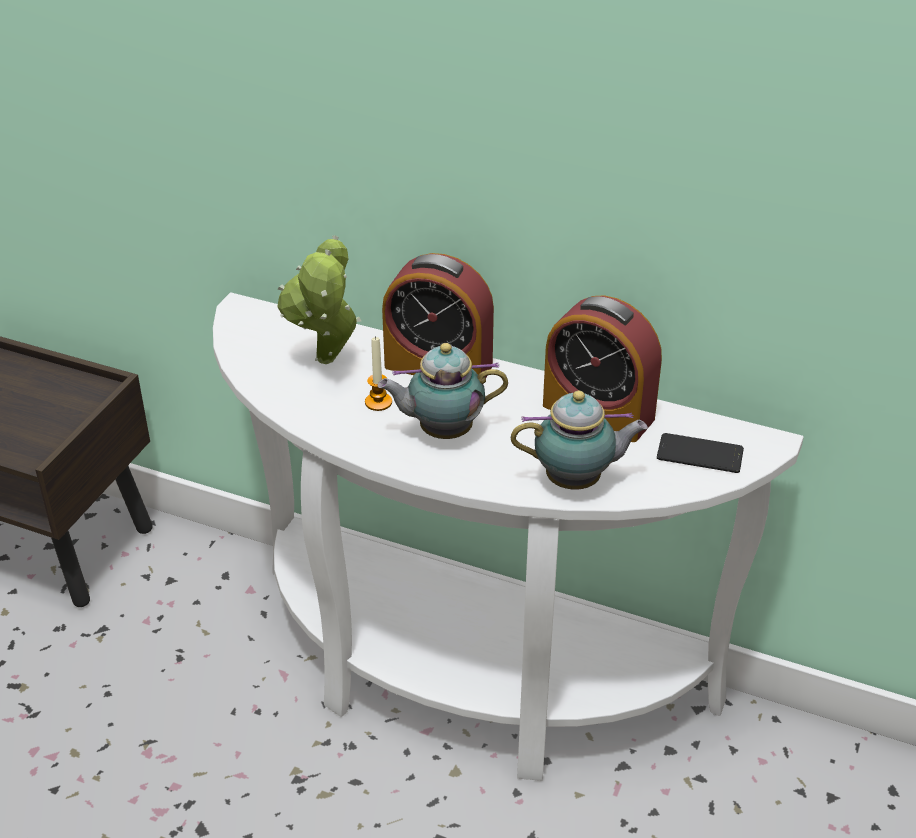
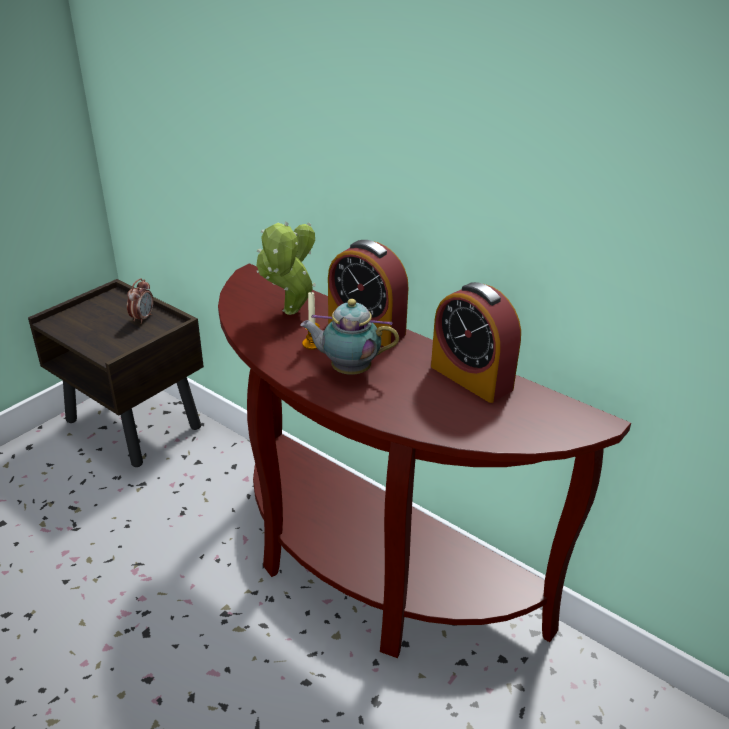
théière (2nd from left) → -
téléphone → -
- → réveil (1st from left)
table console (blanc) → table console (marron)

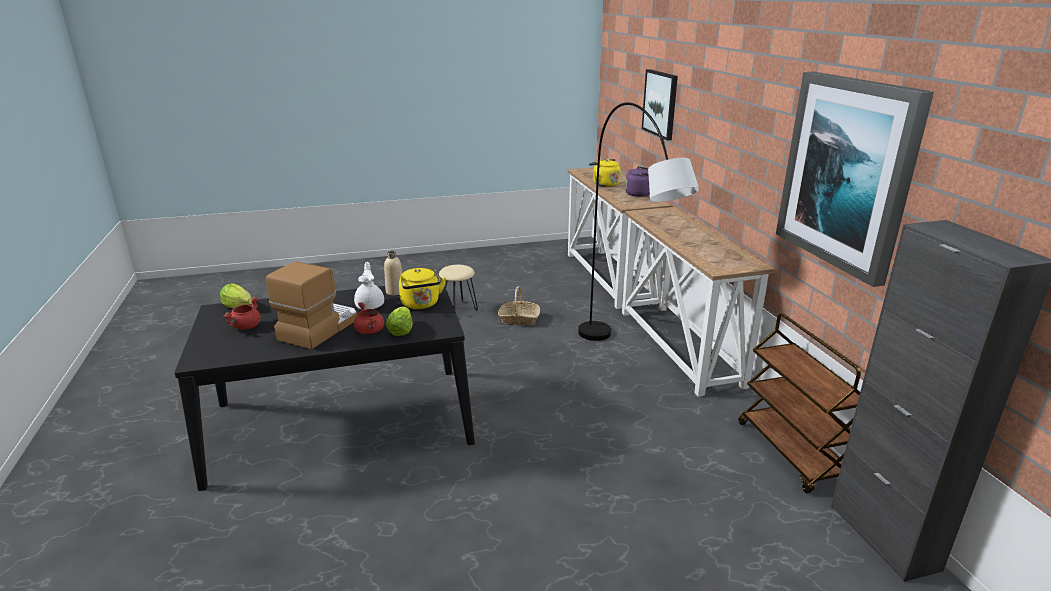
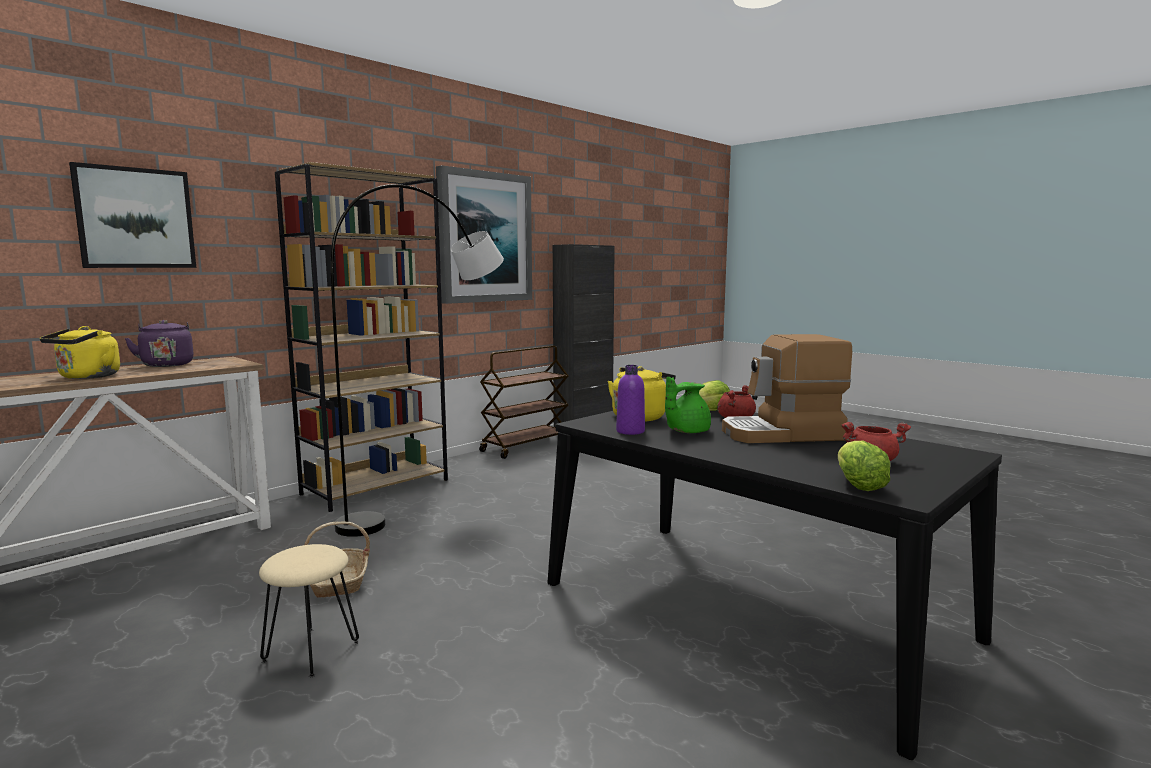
table console (2nd from left) → bibliothèque (marron)
théière (blanc) → théière (vert)
bouteille (beige) → bouteille (violet)

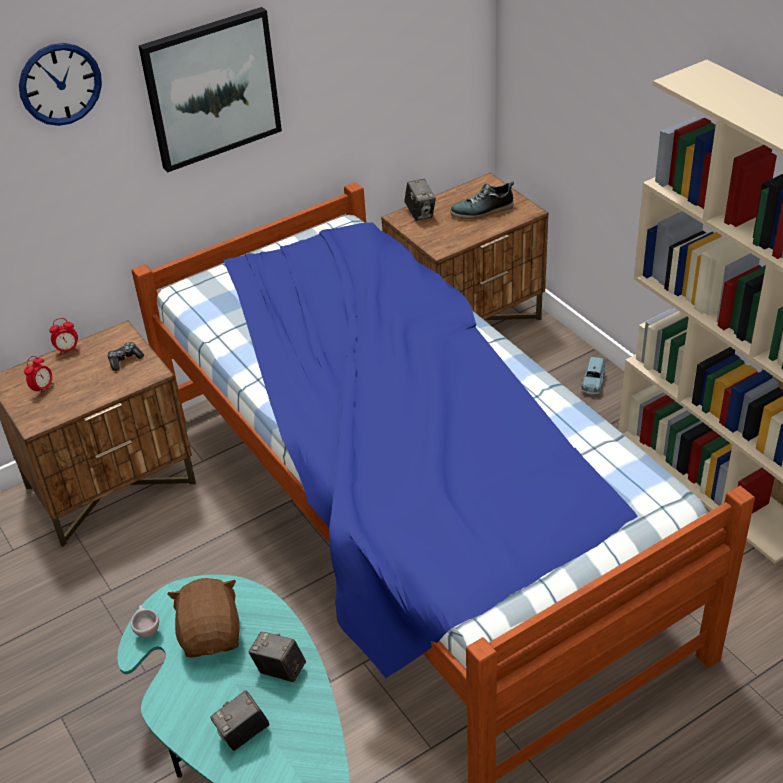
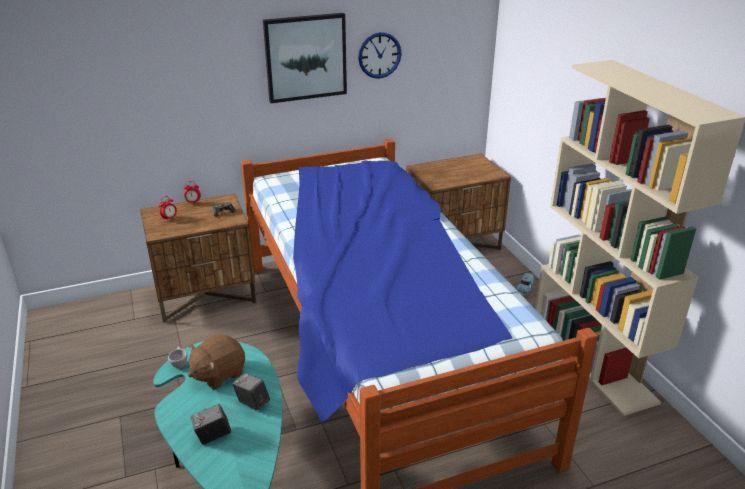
appareil photo (3rd from left) → -
chaussure → -
horloge murale, moved
peluche (marron), 135 degrees counterclockwise

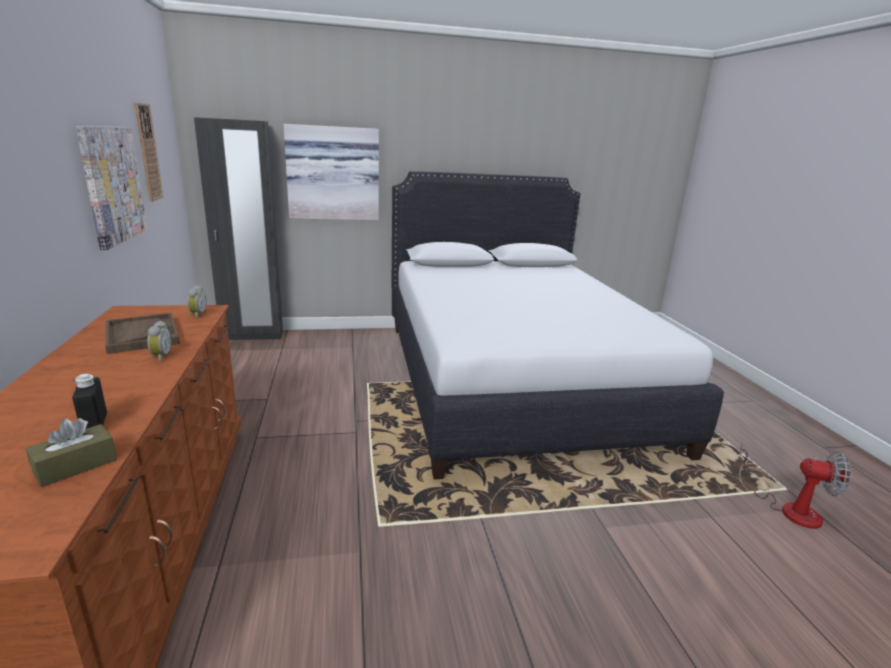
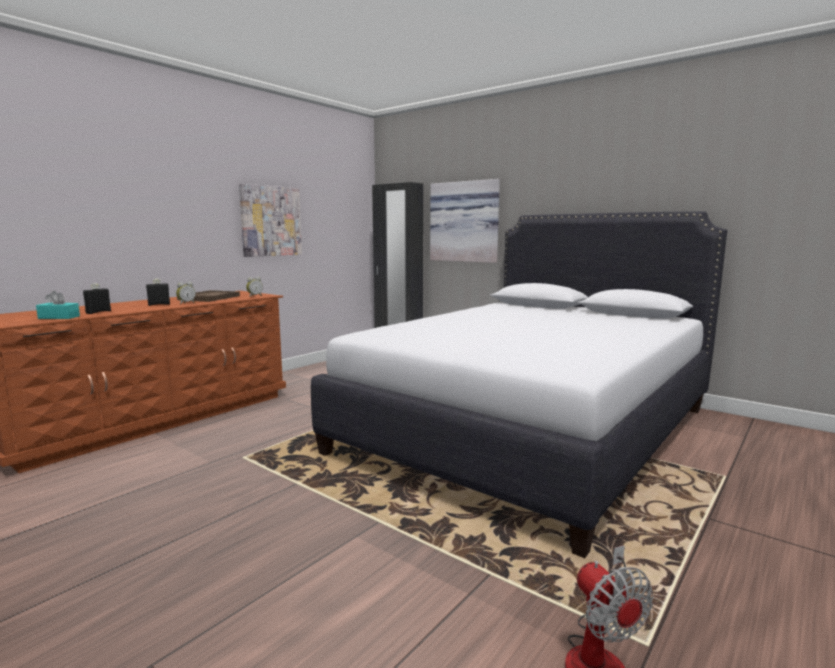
horloge murale → -
- → bouteille (noir) (2nd from left)
boîte à mouchoirs (marron) → boîte à mouchoirs (turquoise)

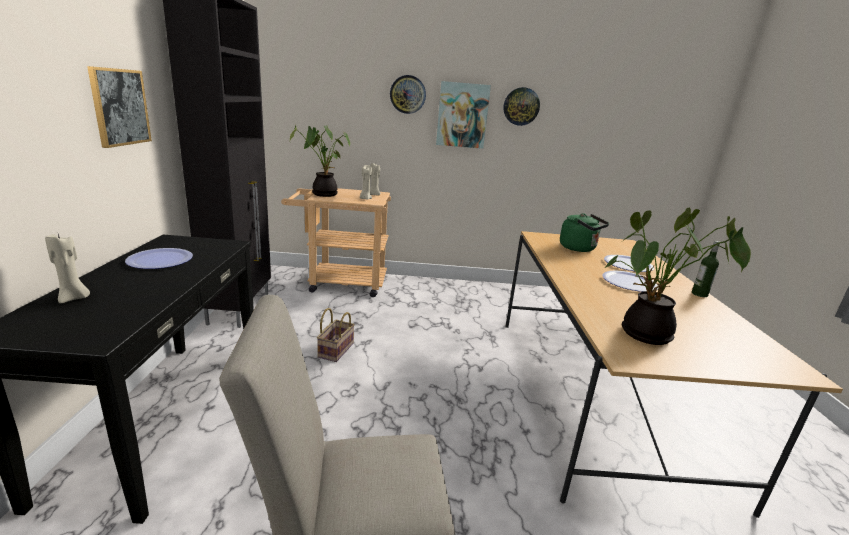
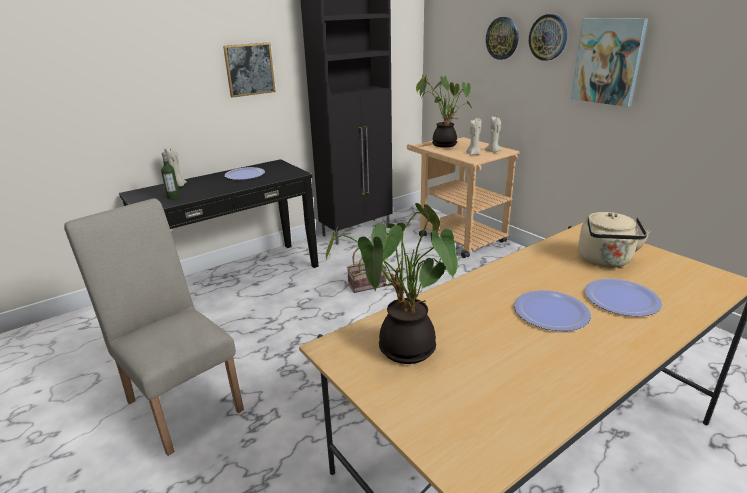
horloge murale (2nd from left in the first image) → horloge murale (1st from left), moved
bouteille, moved
bouilloire (vert) → bouilloire (beige)

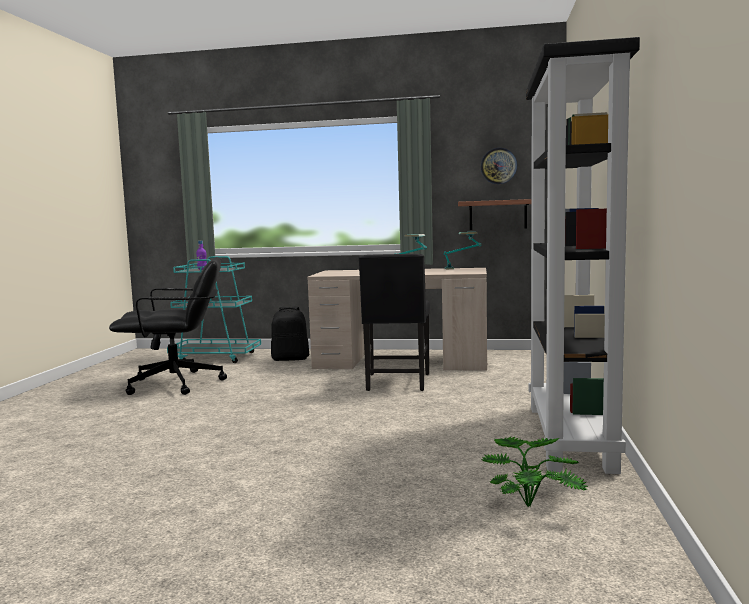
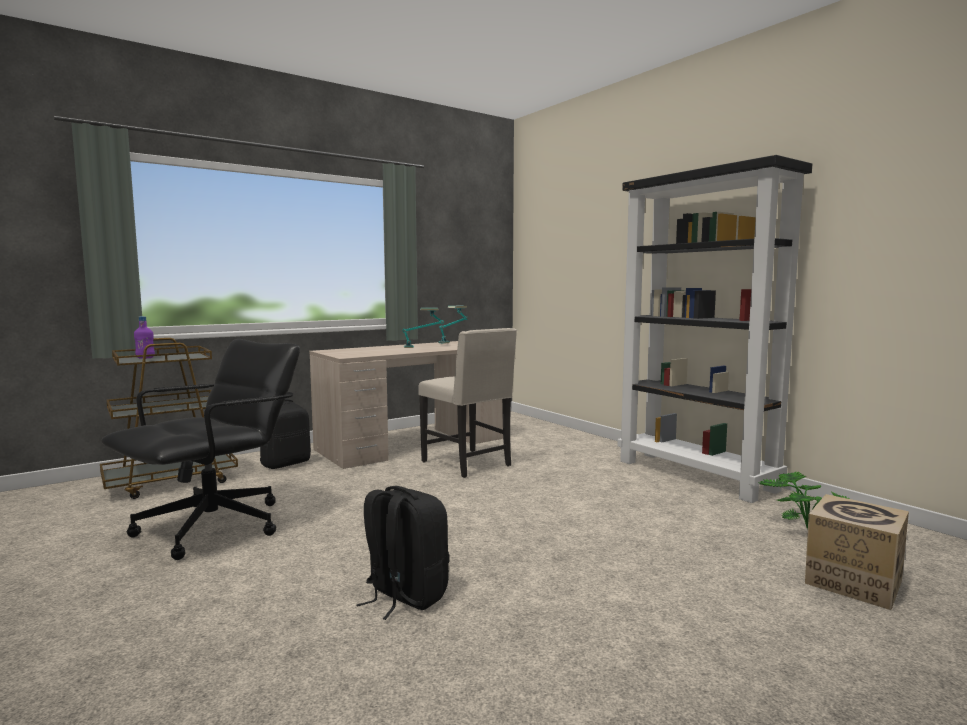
étagère → -
horloge murale → -
- → sac à dos (noir) (2nd from left)
- → carton
chariot (turquoise) → chariot (marron)
chaise (noir) → chaise (beige)

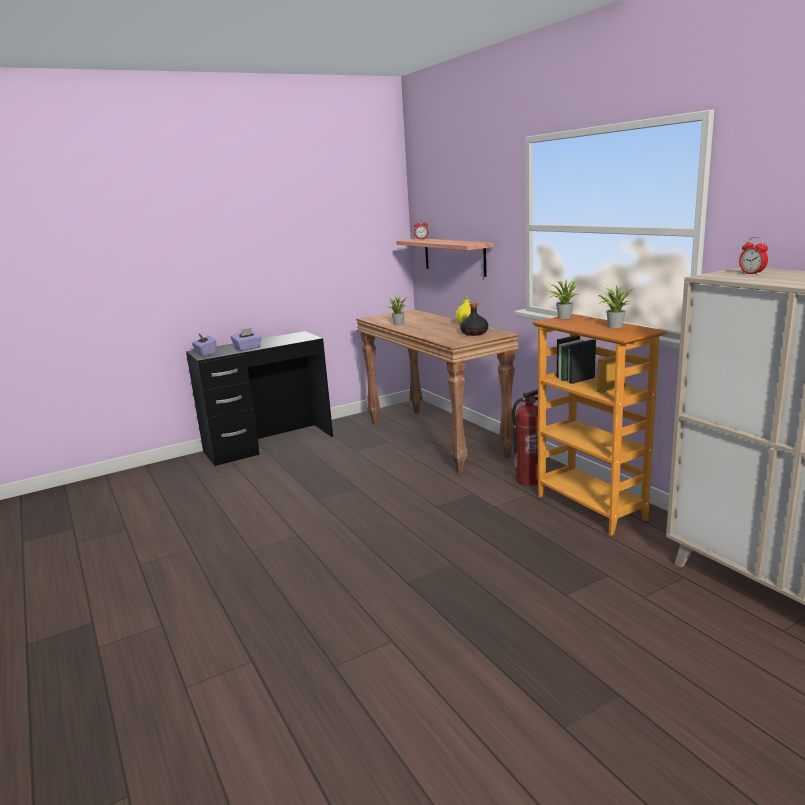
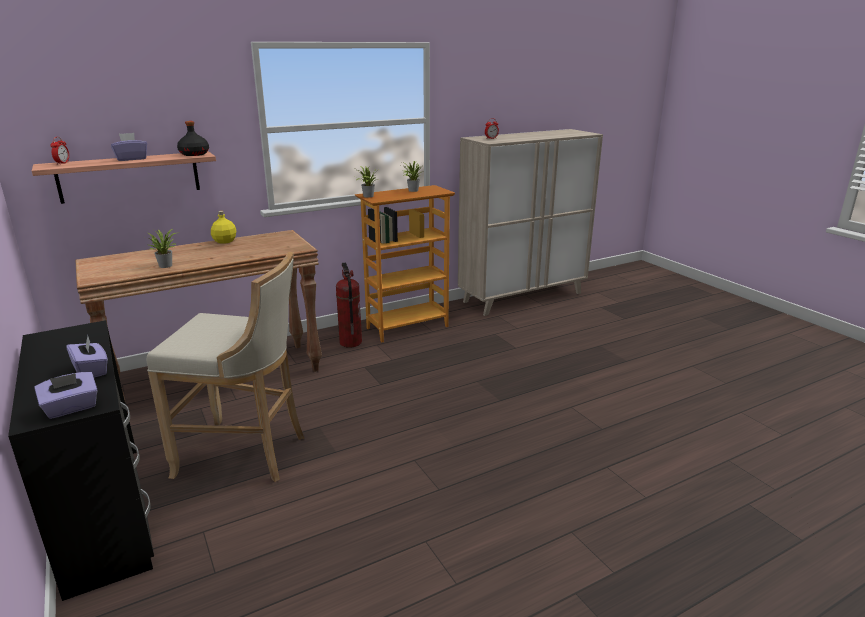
- → boîte à mouchoirs (violet) (3rd from left)
- → tabouret (beige)
bouteille (noir), moved

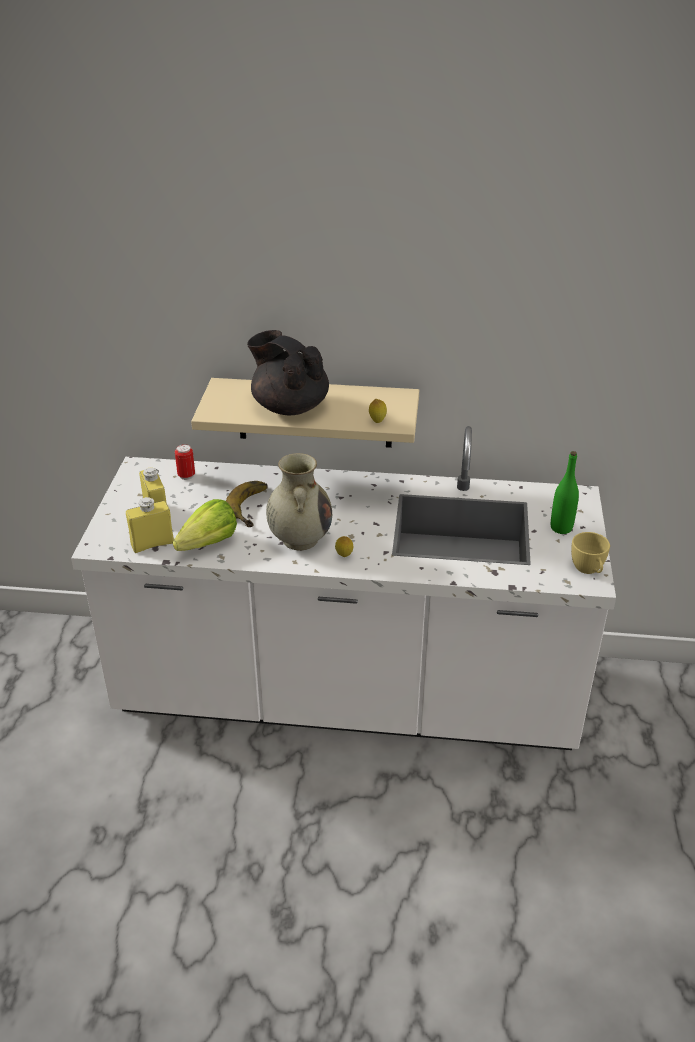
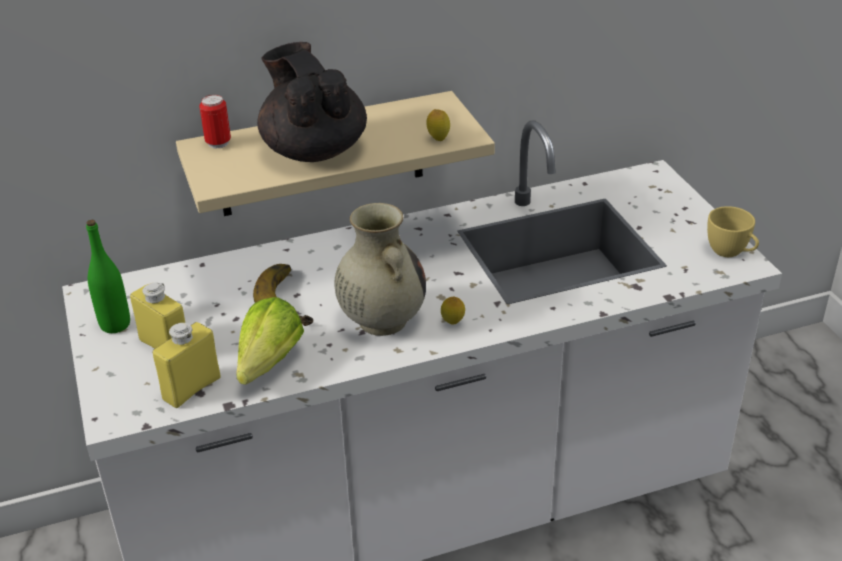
boîte métallique, moved
bouteille (vert), moved
théière (noir), 45 degrees clockwise

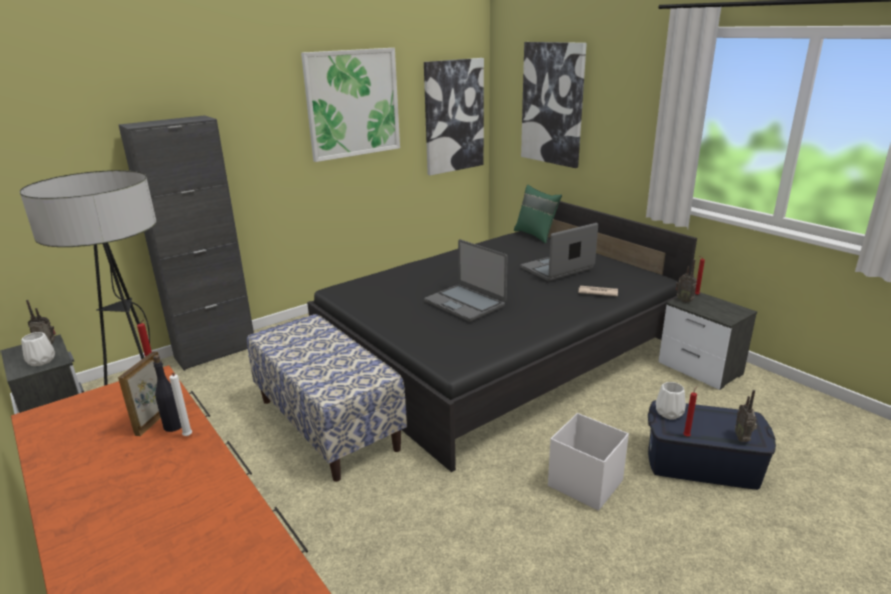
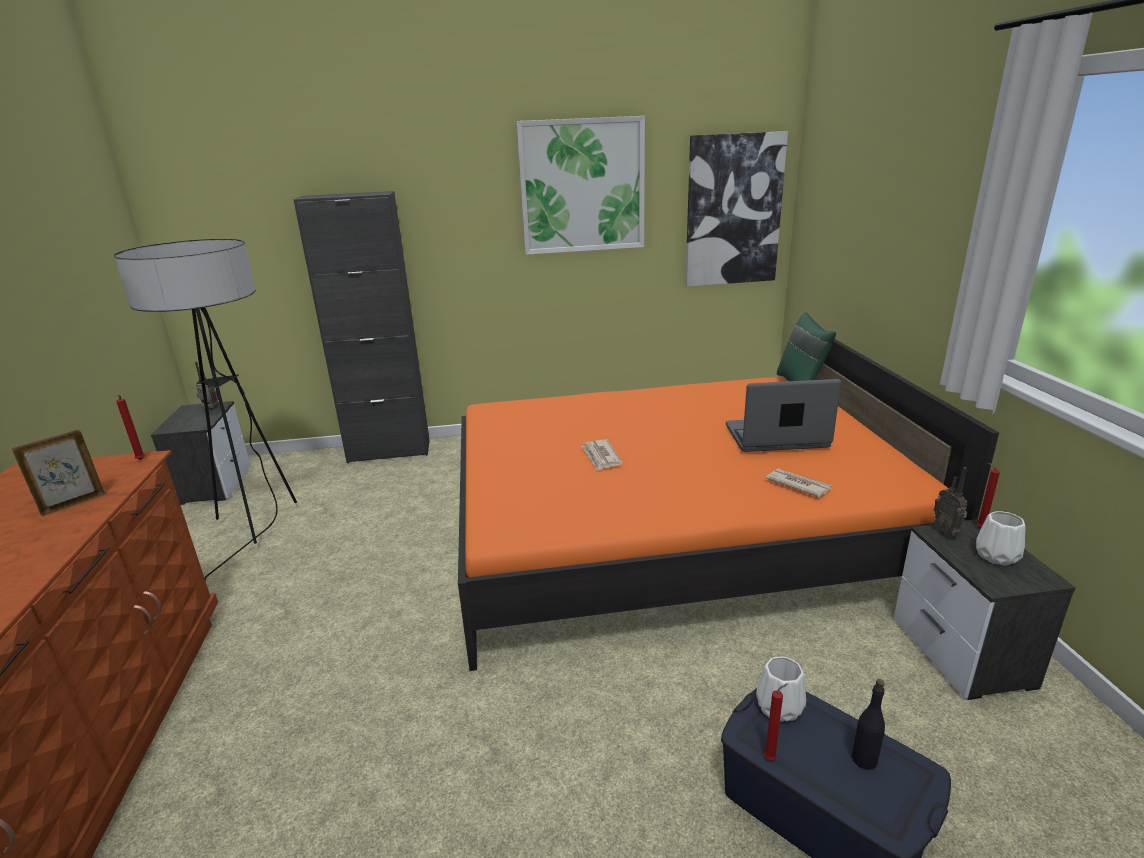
bougie (blanc) → -
banc → -
tableau (3rd from left) → -
boîte de rangement (blanc) → -
radio (3rd from left) → -
vase (blanc) (1st from left in the first image) → vase (blanc) (2nd from left), moved
bouteille (noir), moved
ordinateur portable (1st from left) → journal (1st from left)
lit (noir) → lit (orange)

